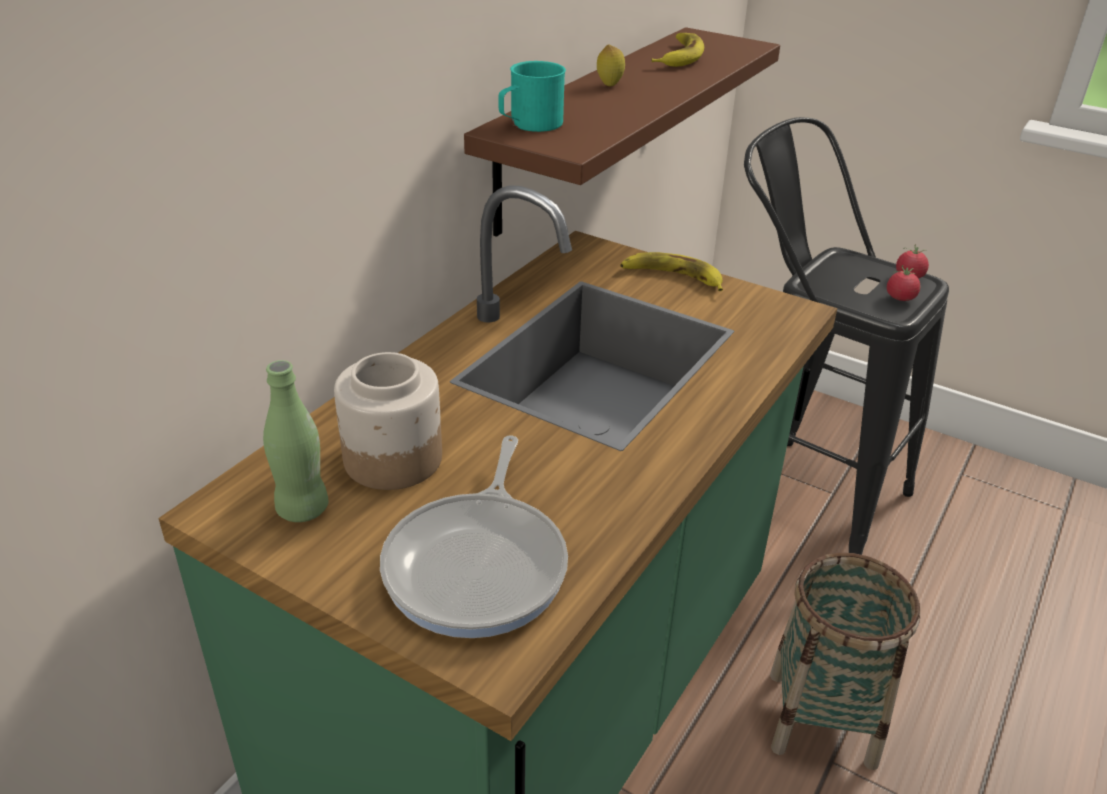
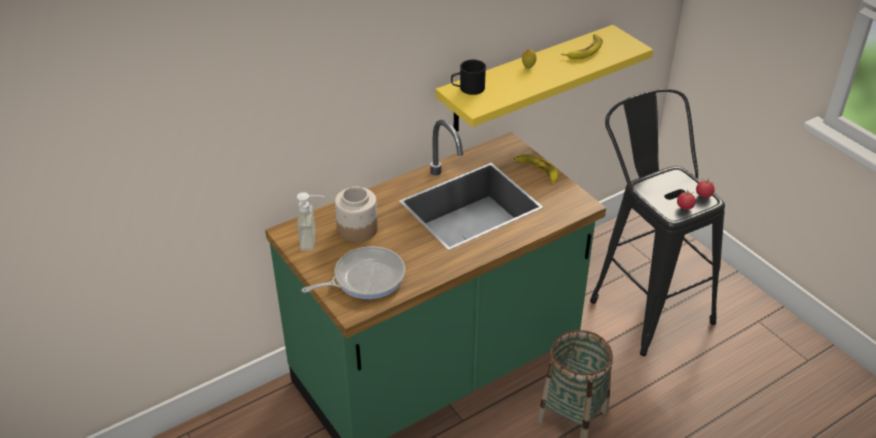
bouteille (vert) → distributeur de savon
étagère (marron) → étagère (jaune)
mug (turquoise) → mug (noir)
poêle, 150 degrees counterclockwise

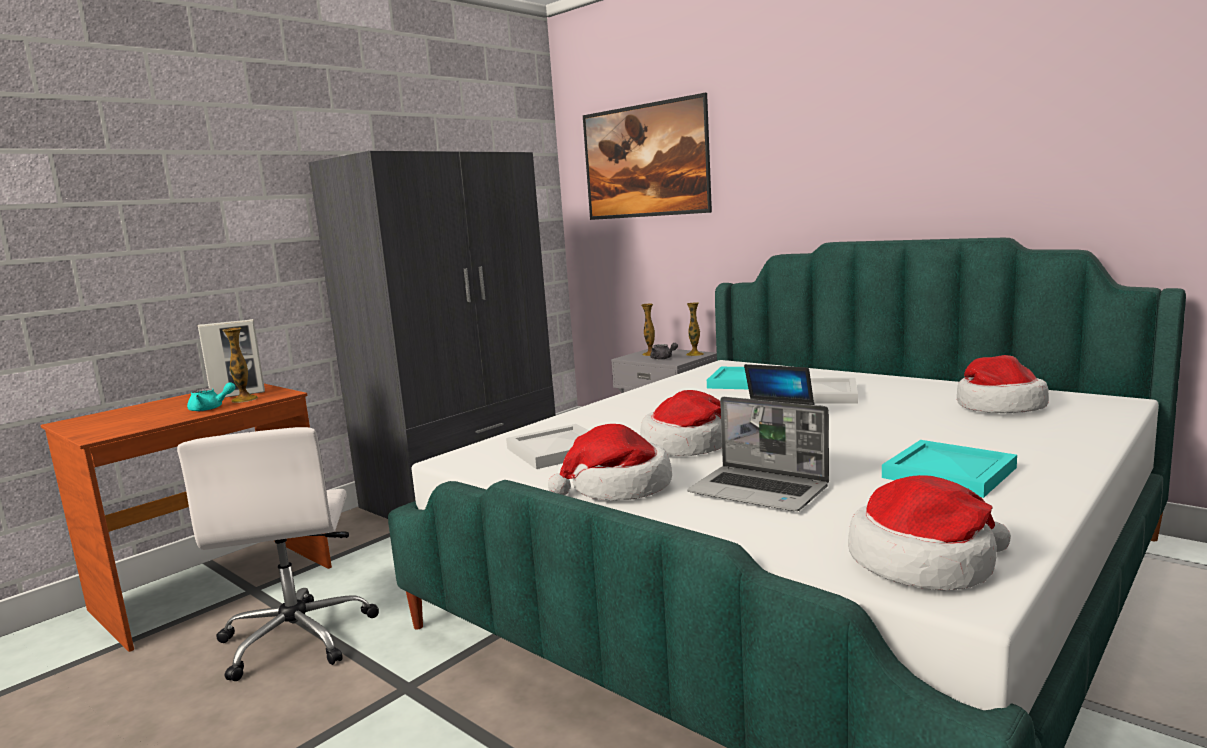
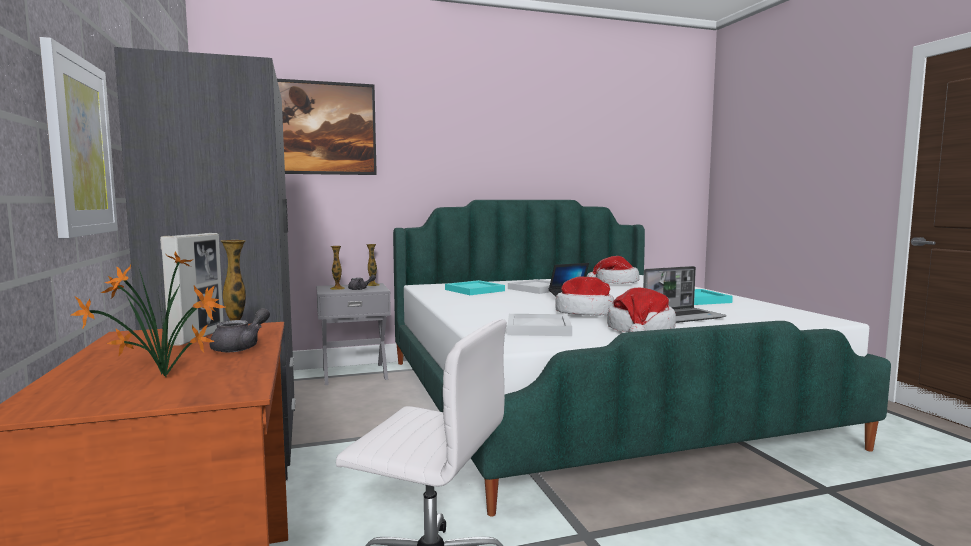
chapeau (3rd from left) → -
- → tableau (1st from left)
- → plante en pot
théière (turquoise) → théière (gris) (1st from left)

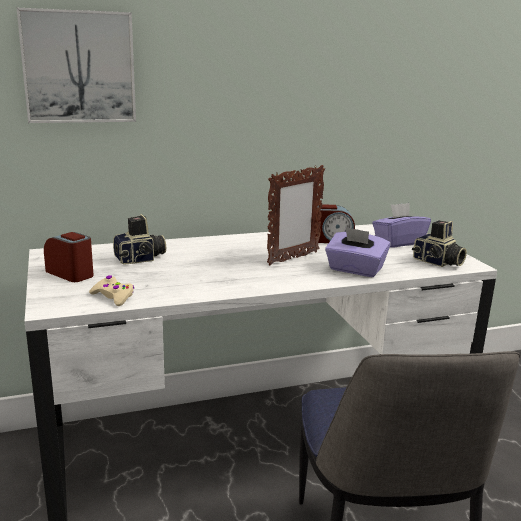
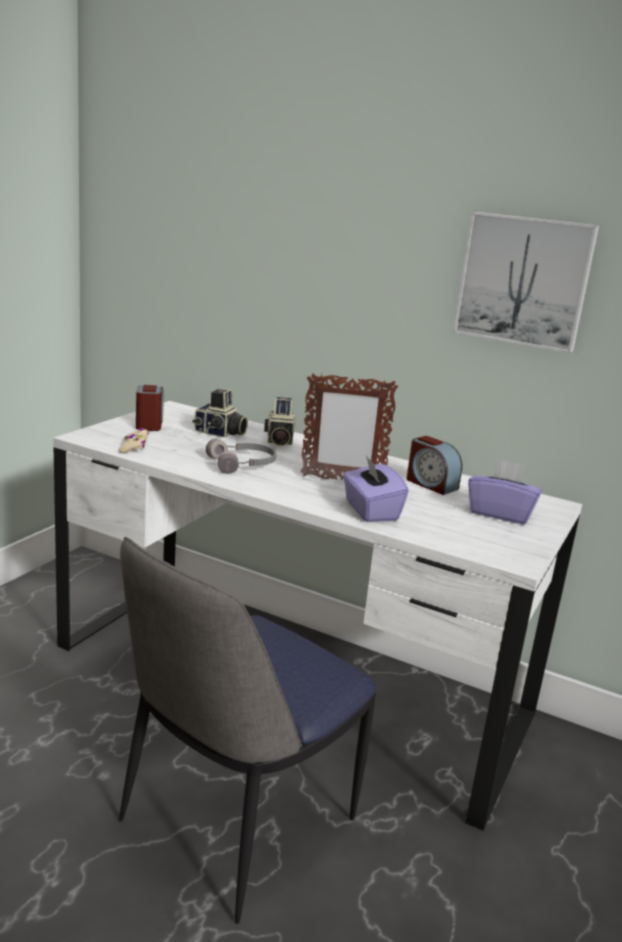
- → casque audio (gris)
tableau, moved
appareil photo (2nd from left), moved

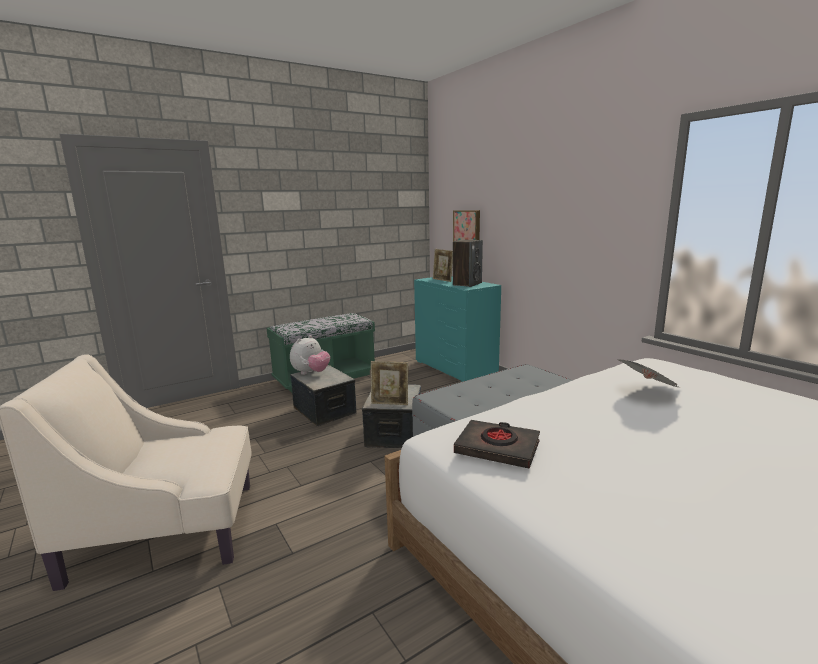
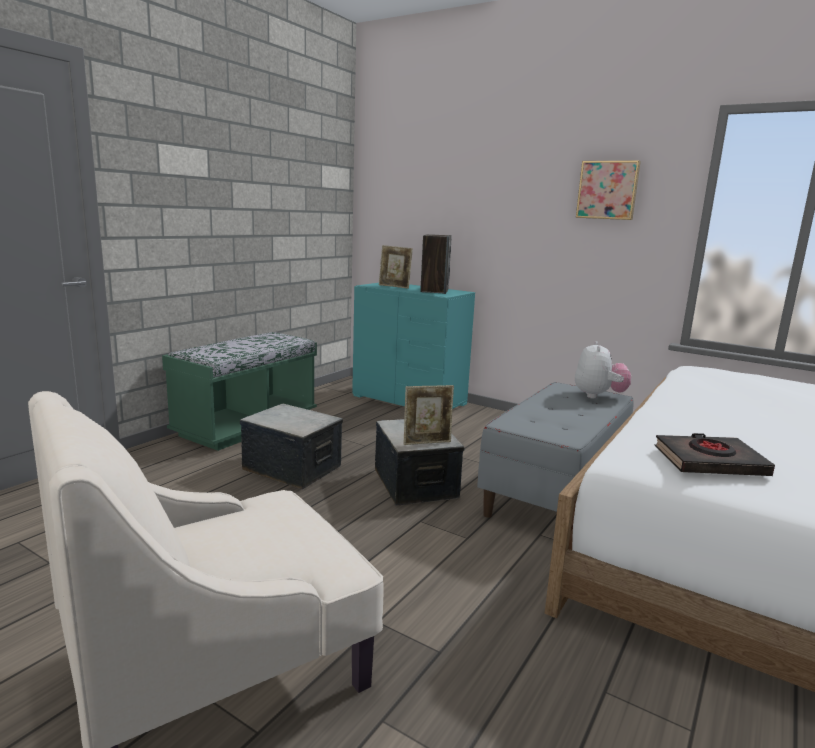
journal → -
peluche, moved
tableau, moved

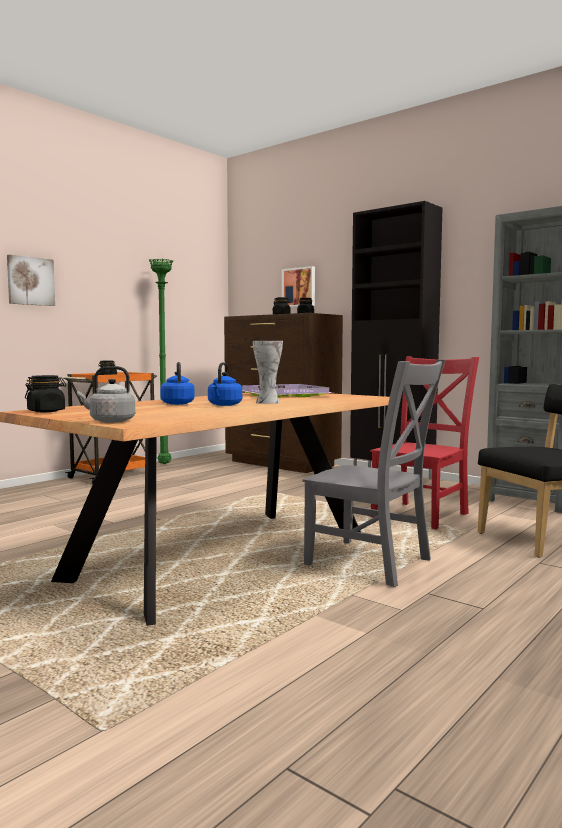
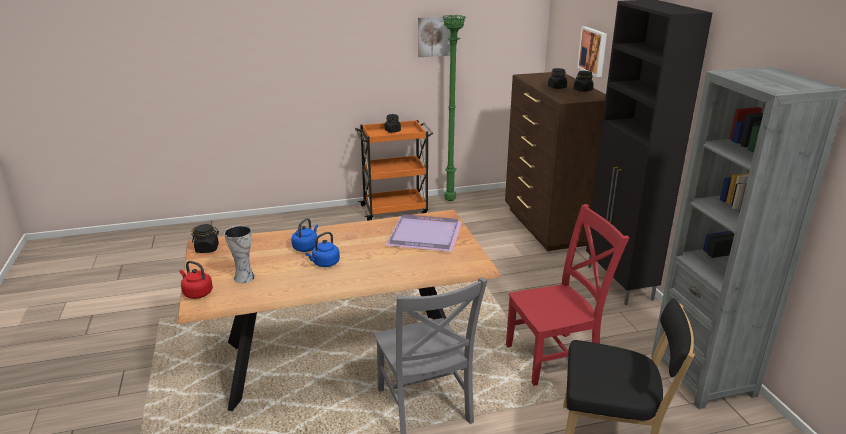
tableau (1st from left), moved
vase, moved
bouilloire (gris) → bouilloire (rouge)

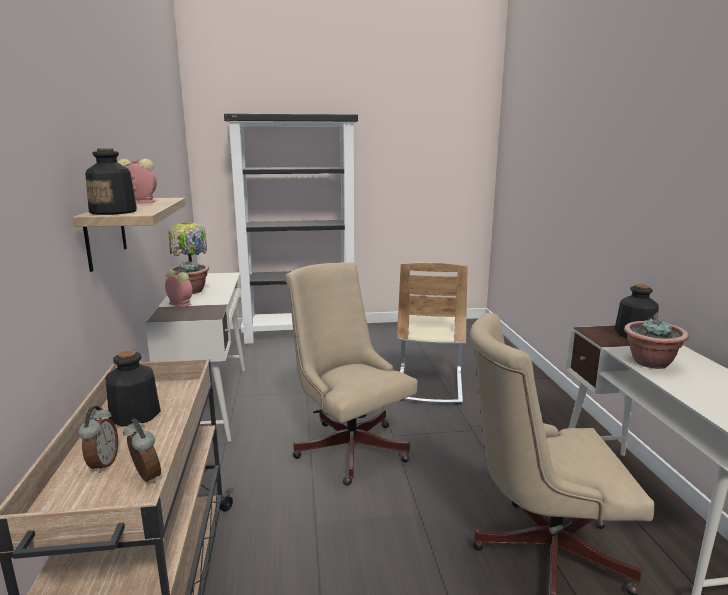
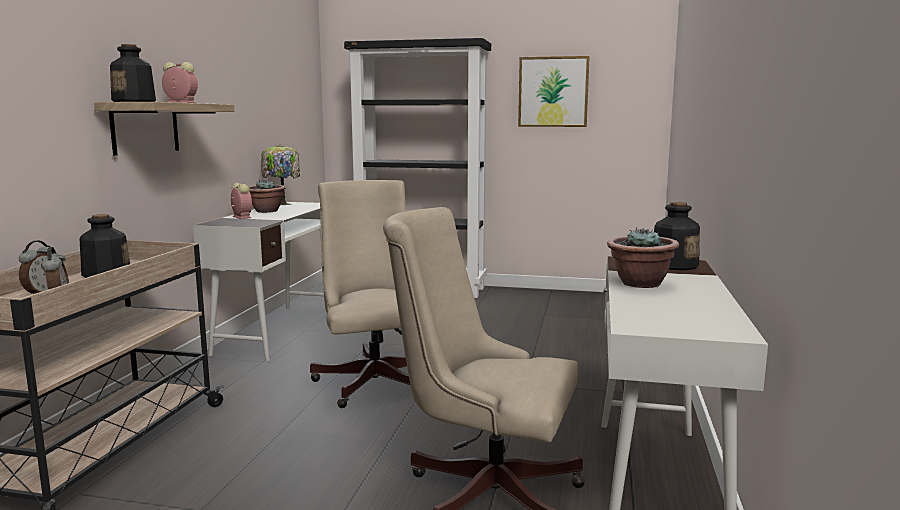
chaise (beige) → -
- → tableau

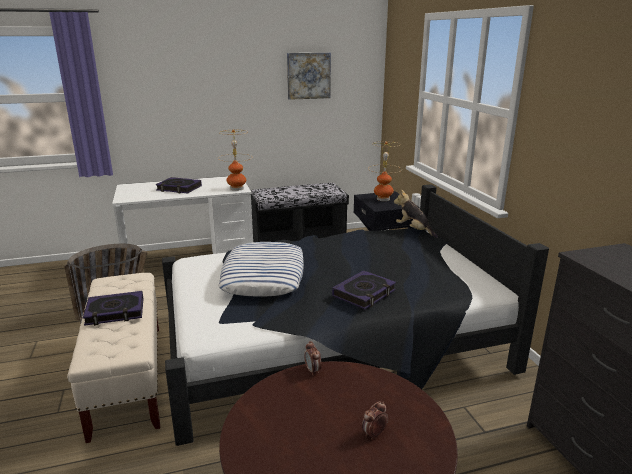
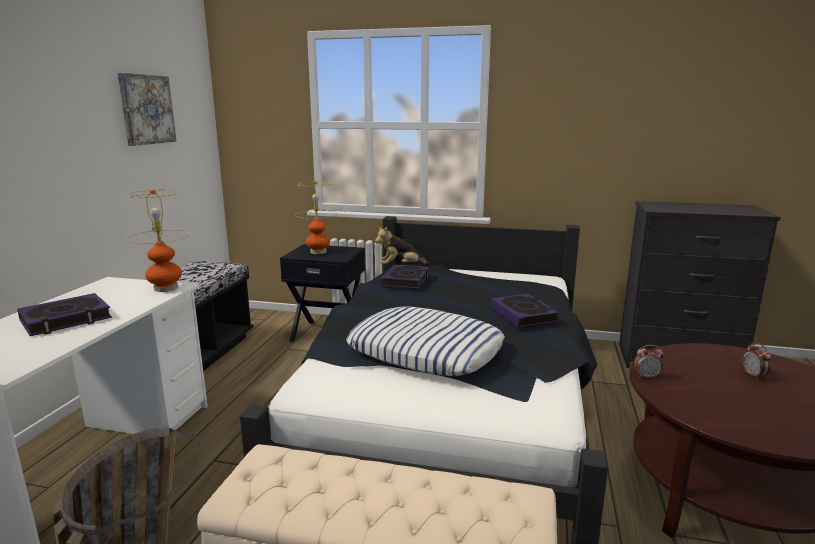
livre (1st from left in the first image) → livre (2nd from left), moved

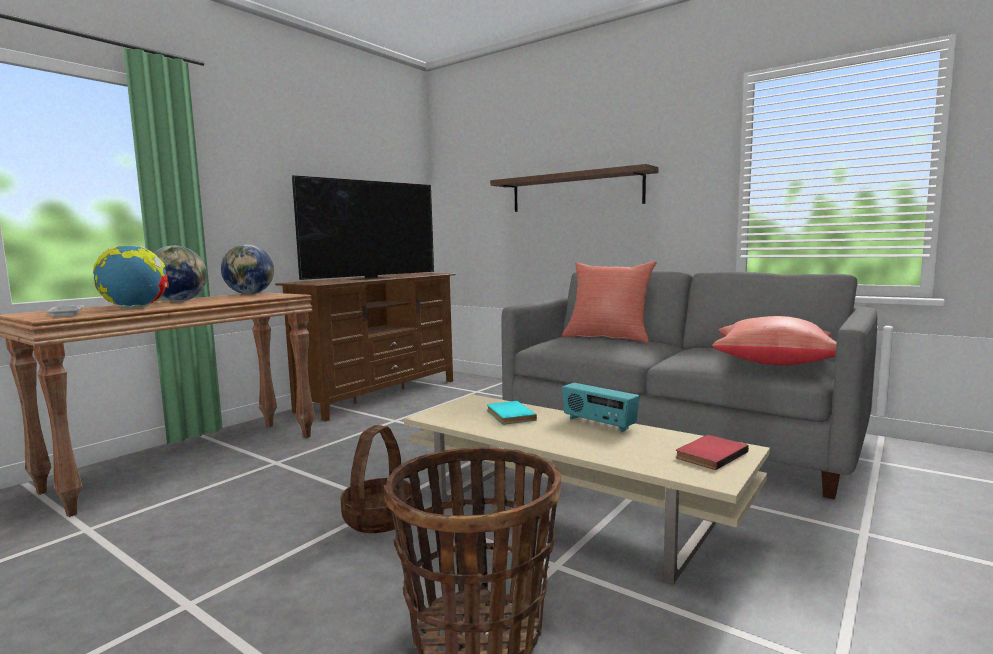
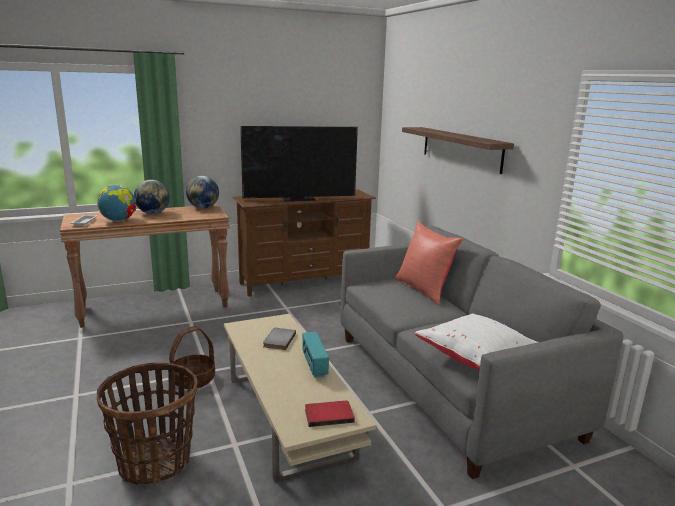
livre (turquoise) → livre (gris)
coussin (rouge) (2nd from left) → coussin (blanc)

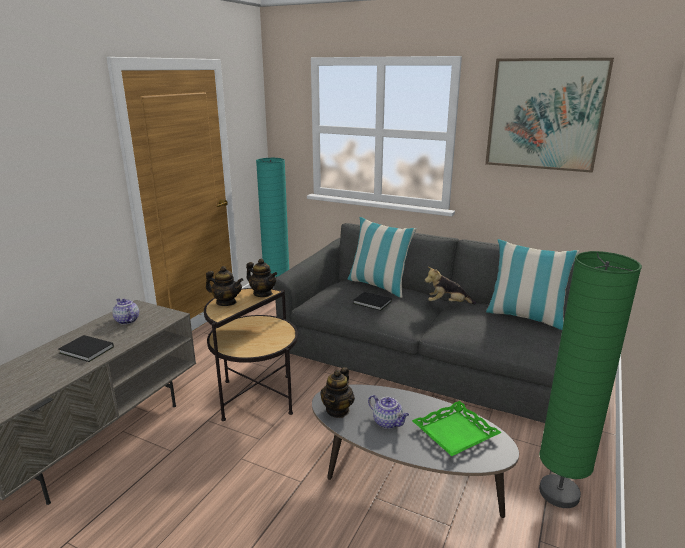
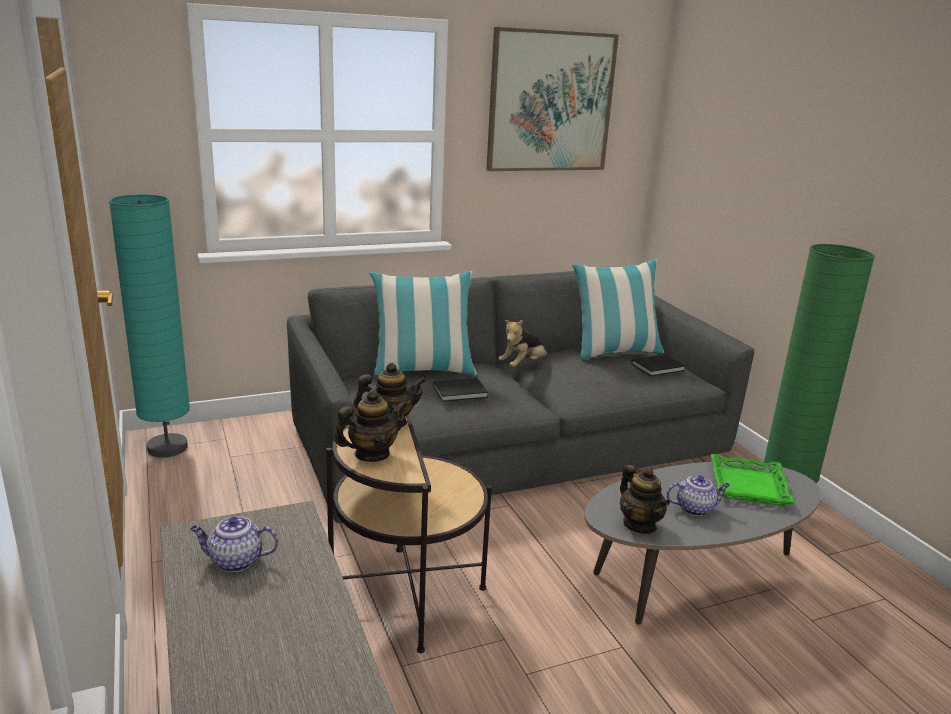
livre (noir) (1st from left in the first image) → livre (noir) (2nd from left), moved

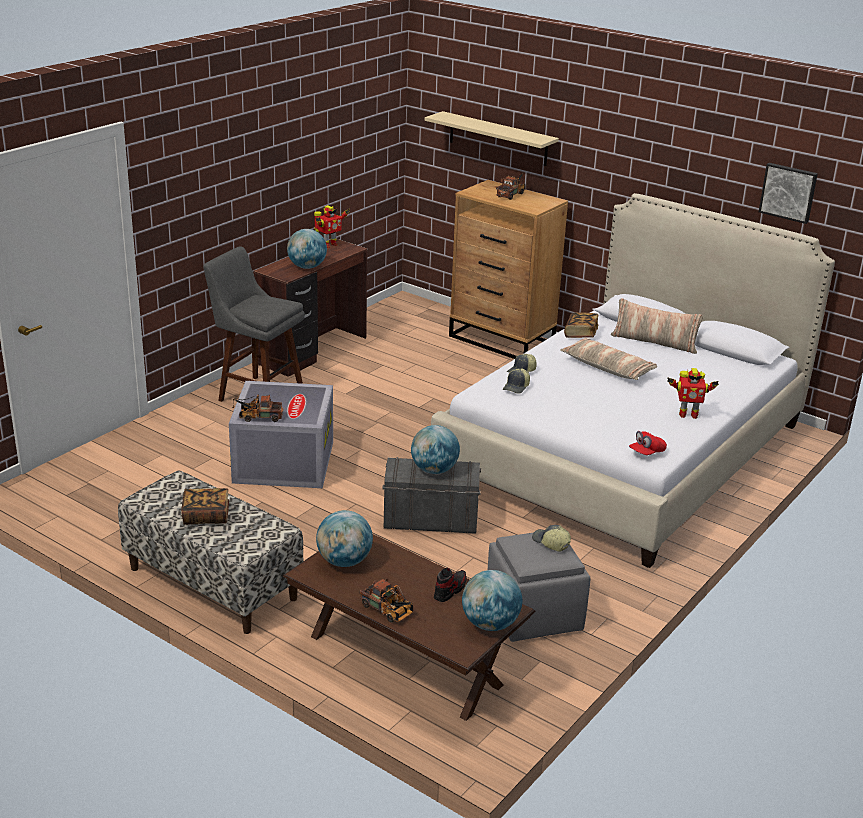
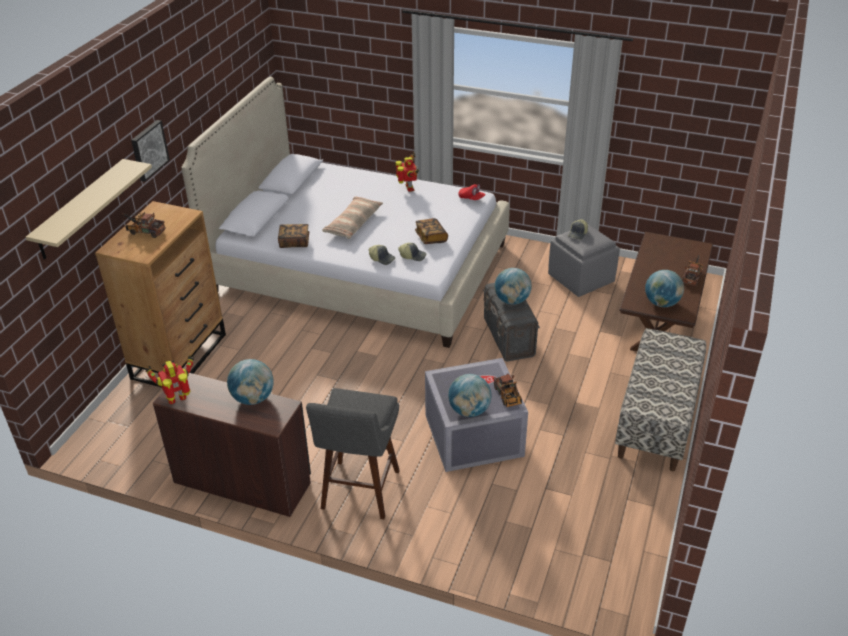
chaussure → -
coussin (2nd from left) → -
livre (1st from left in the first image) → livre (2nd from left), moved
globe (4th from left in the first image) → globe (2nd from left), moved
tableau, moved
robot jouet (1st from left), 60 degrees counterclockwise

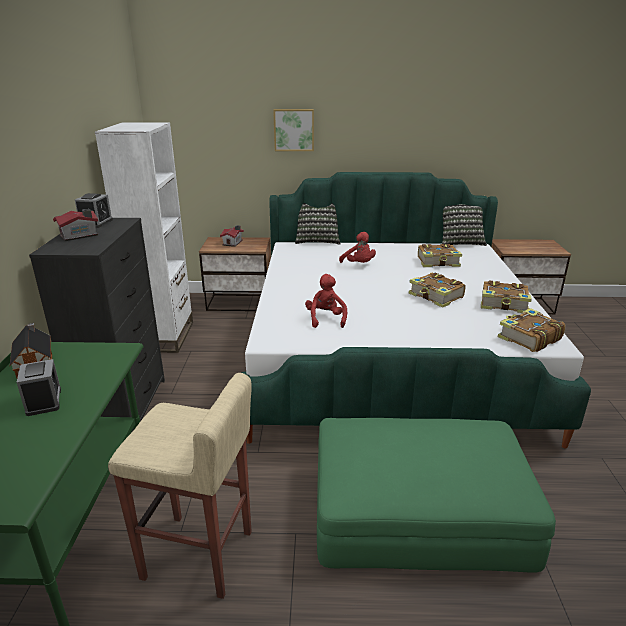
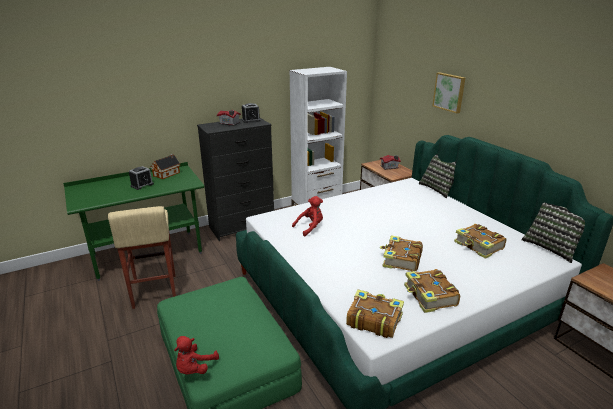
peluche (rouge) (2nd from left in the first image) → peluche (rouge) (1st from left), moved

